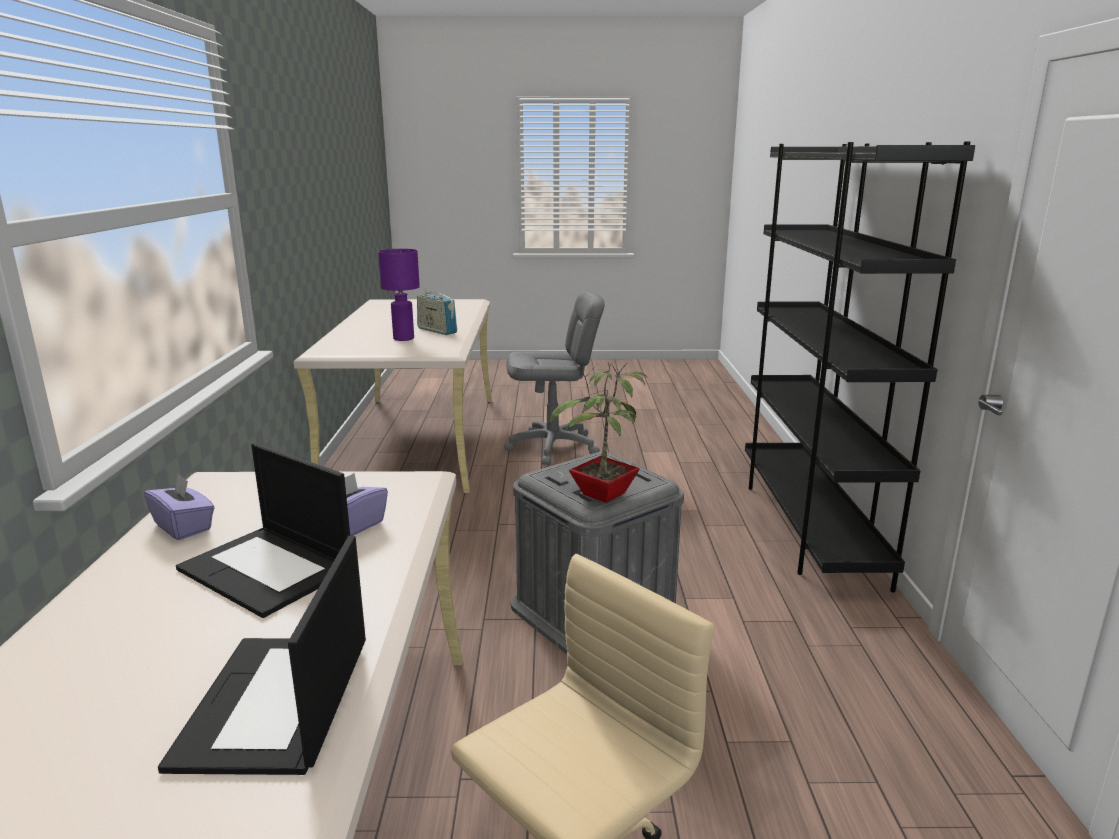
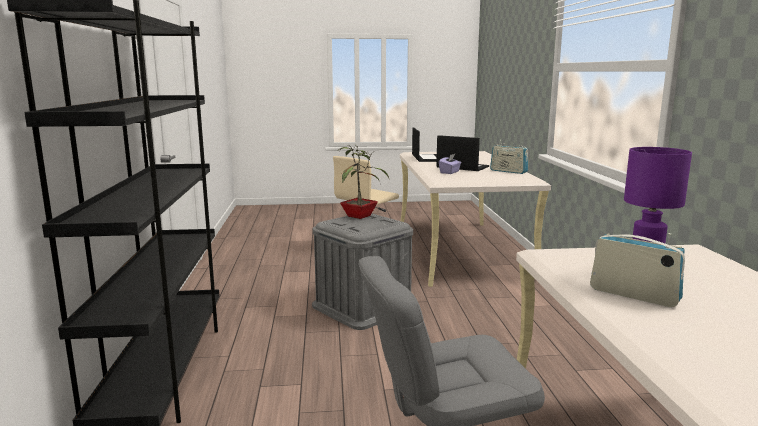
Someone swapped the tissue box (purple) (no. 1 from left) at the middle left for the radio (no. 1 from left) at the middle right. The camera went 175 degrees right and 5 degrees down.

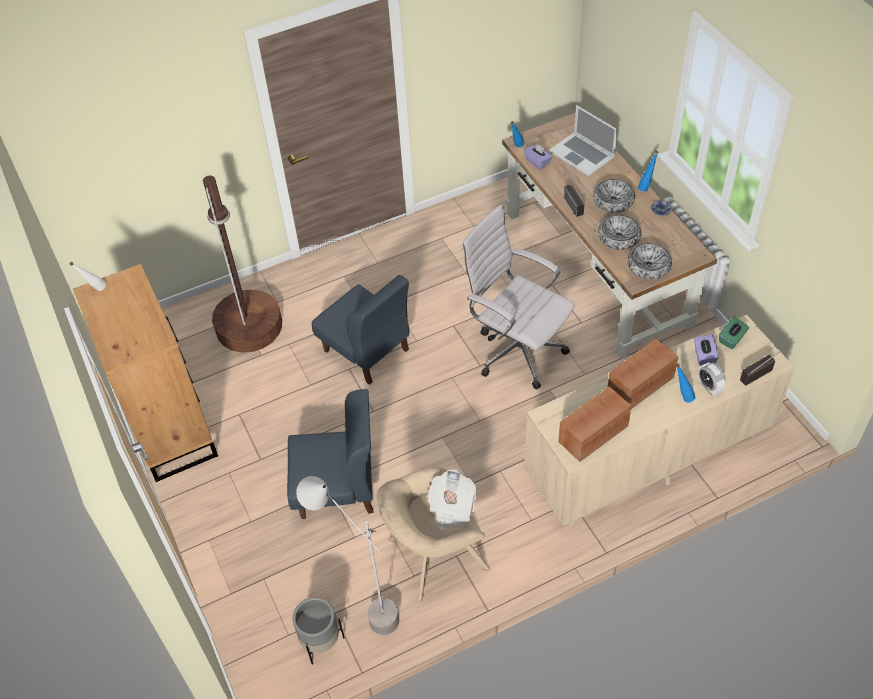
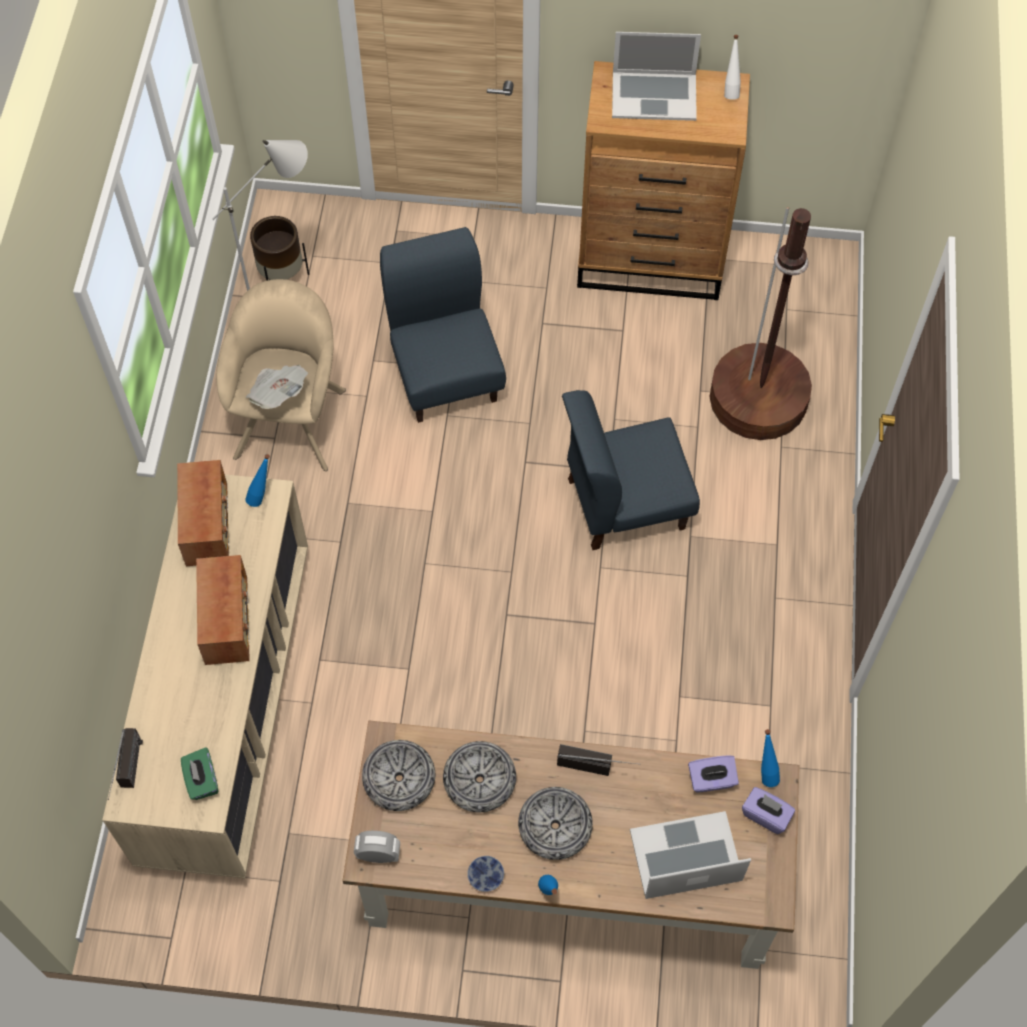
Someone rotated the chair (blue) (no. 1 from left) at the centre by 135 degrees clockwise. Someone repainted the planter (grey) at the bottom centre, which became the planter (brown) at the top left. Someone took away the office chair (white) at the centre. Someone carried the bottle (blue) (no. 3 from left in the first image) from the middle right to the middle left. Someone carried the tissue box (purple) (no. 2 from left) from the middle right to the bottom right. Someone carried the alarm clock from the middle right to the bottom centre. Someone put down the laptop (no. 1 from left) at the top centre. The camera went 120 degrees right and 10 degrees up.

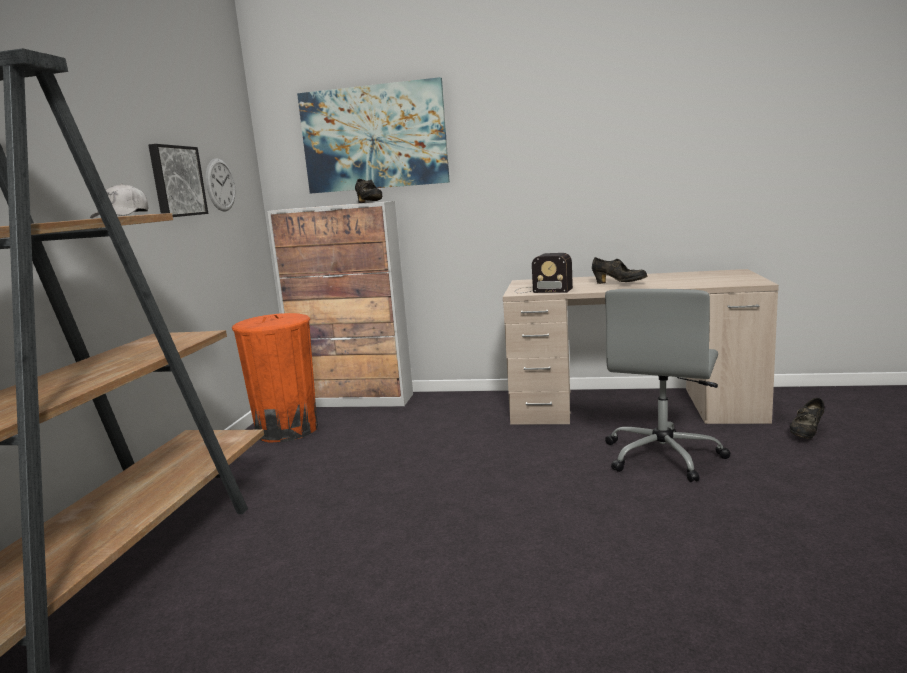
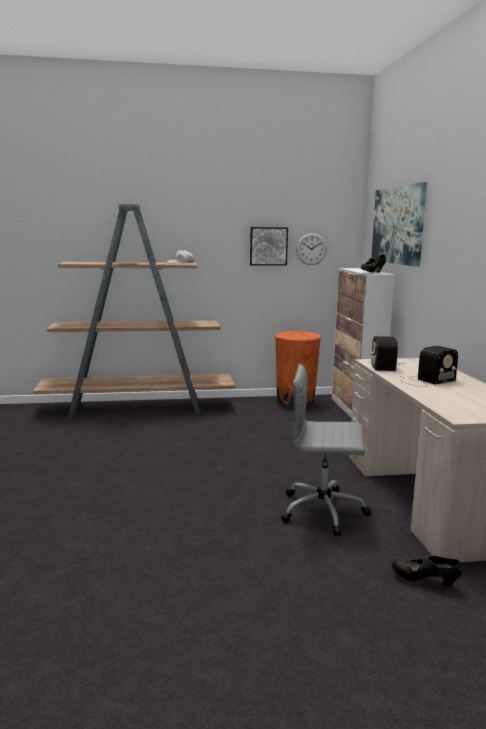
Someone swapped the shoe (black) (no. 2 from left) at the middle right for the radio (no. 2 from left) at the middle right. The camera went 70 degrees right and 0 degrees up.

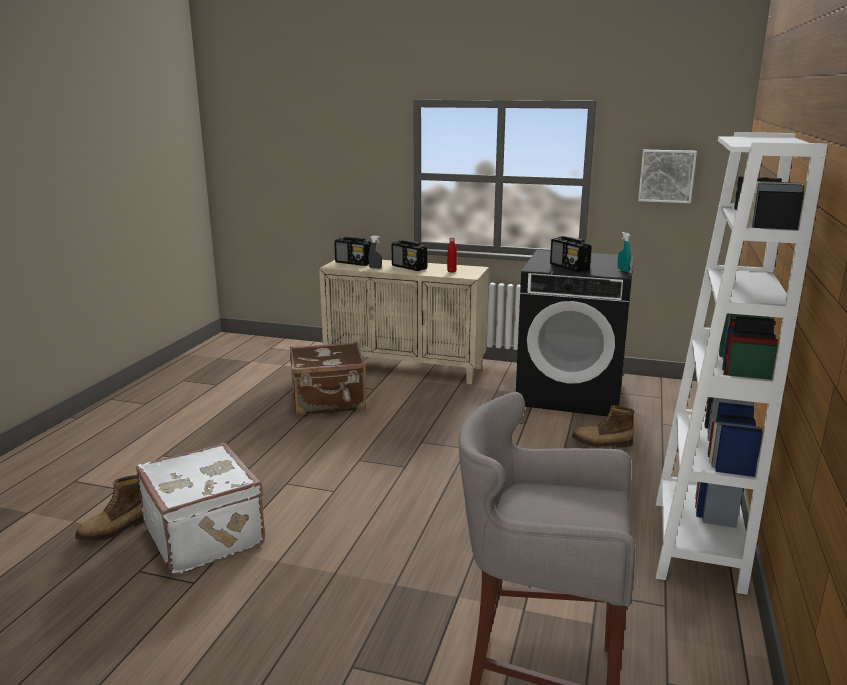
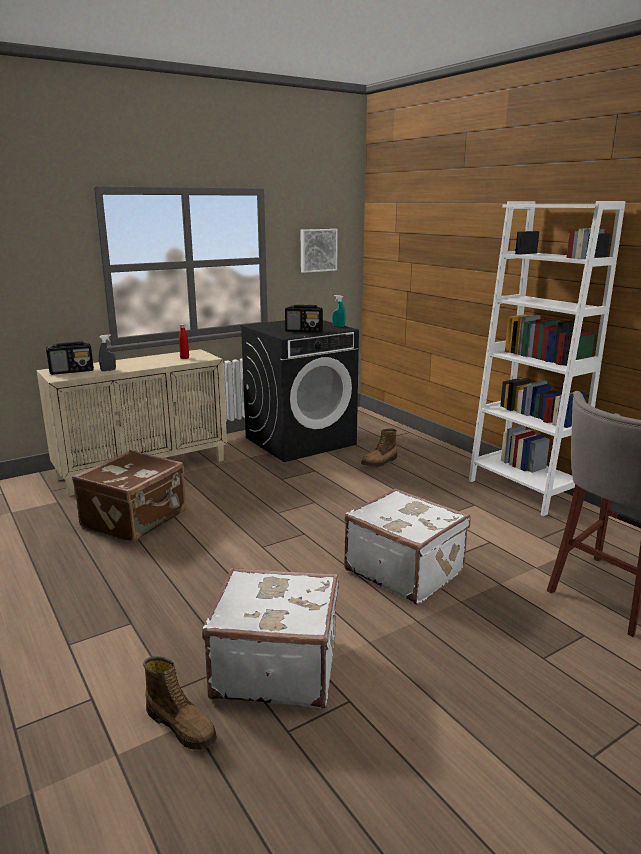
Someone rotated the boot (no. 1 from left) at the bottom left by 45 degrees counterclockwise. Someone took away the radio (no. 2 from left) at the centre. Someone put down the suitcase (white) (no. 2 from left) at the centre. The camera went 50 degrees left and 0 degrees up.

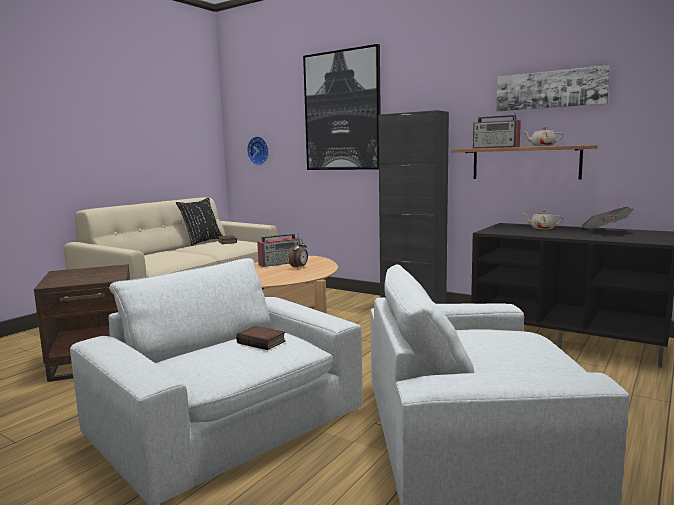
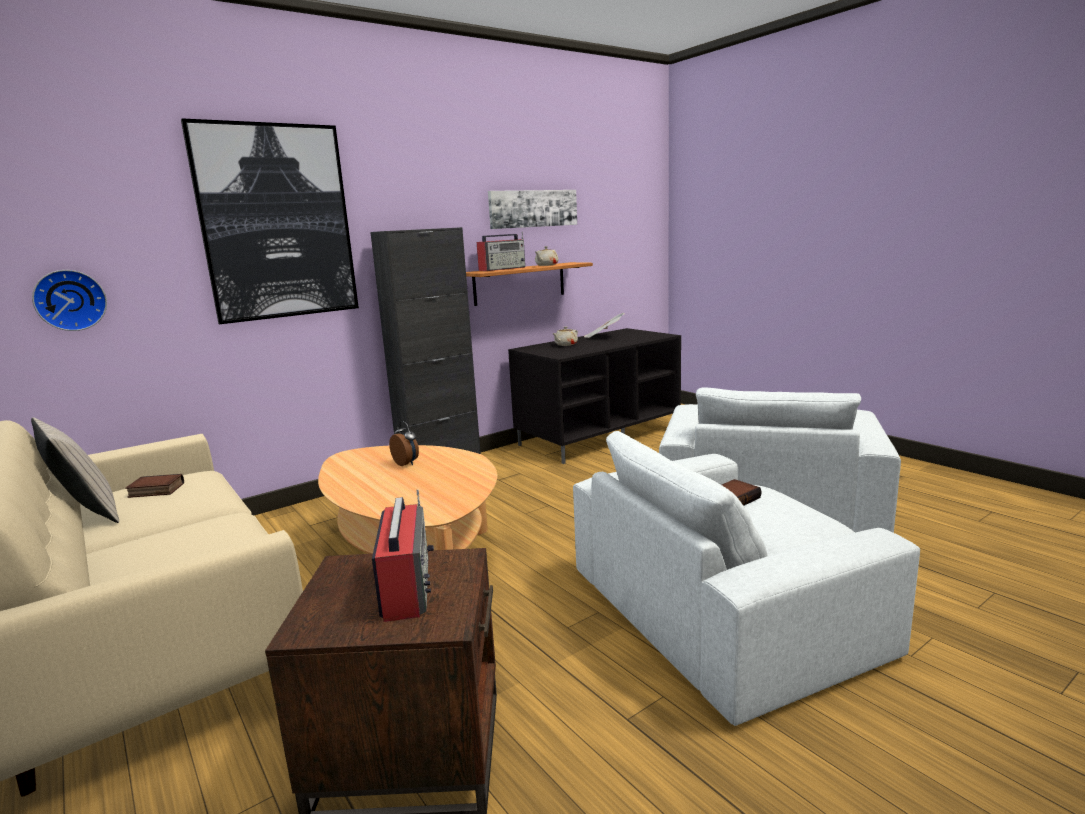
Someone repainted the pillow (black) at the middle left, which became the pillow (beige) at the middle left. Someone carried the radio (no. 1 from left) from the centre to the bottom centre. The camera went 70 degrees left and 5 degrees up.

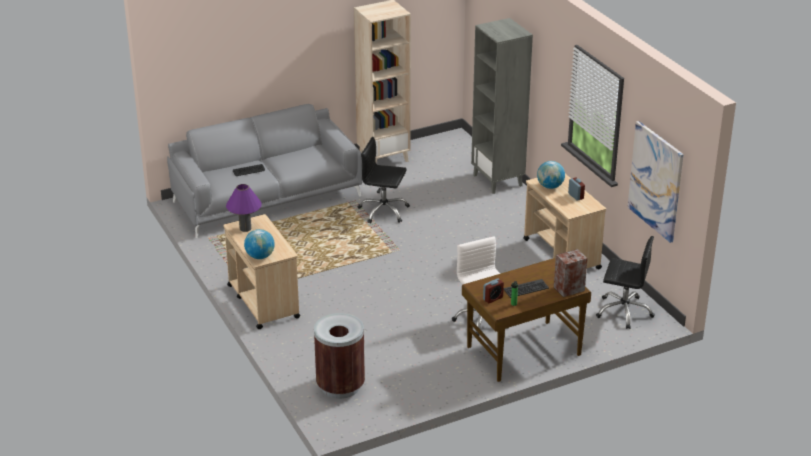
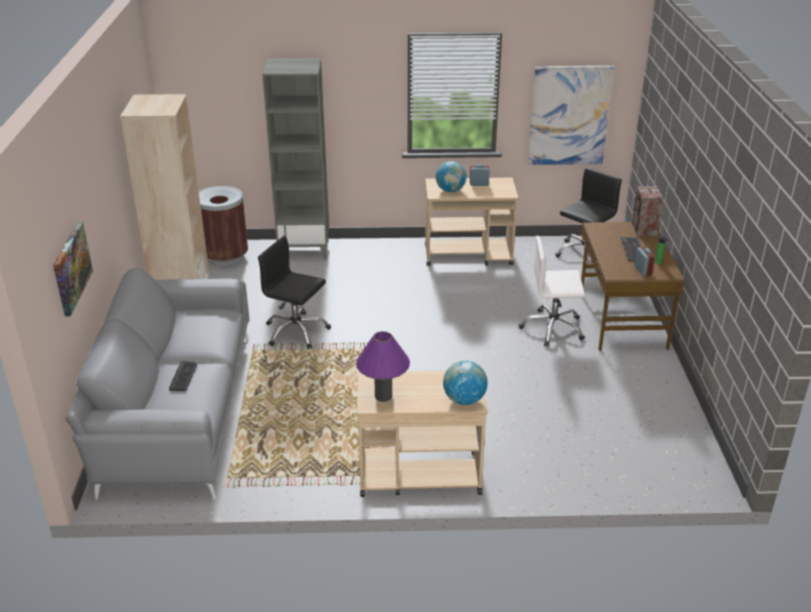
Someone carried the trash can (brown) from the bottom centre to the middle left. Someone rotated the office chair (black) (no. 1 from left) at the centre by 75 degrees clockwise. Someone put up the picture (no. 1 from left) at the middle left. The camera went 65 degrees left and 0 degrees up.

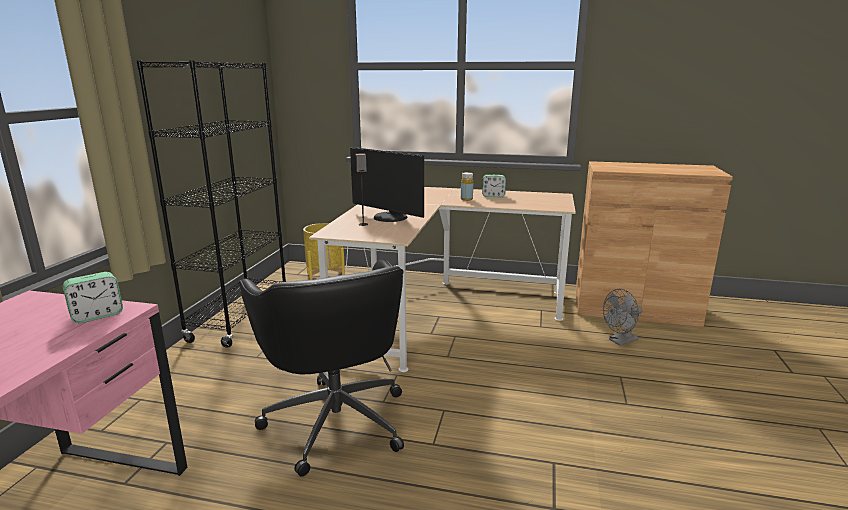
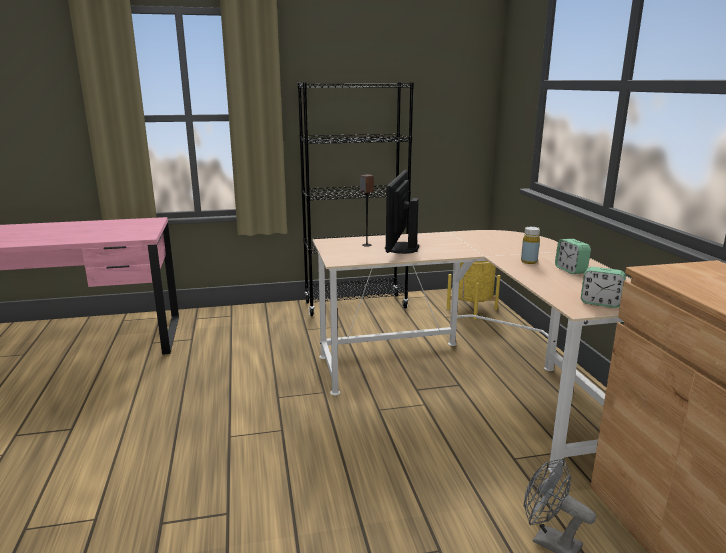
Someone carried the alarm clock (no. 1 from left in the first image) from the middle left to the middle right. Someone took away the office chair (black) at the bottom centre. The camera went 65 degrees right and 0 degrees up.

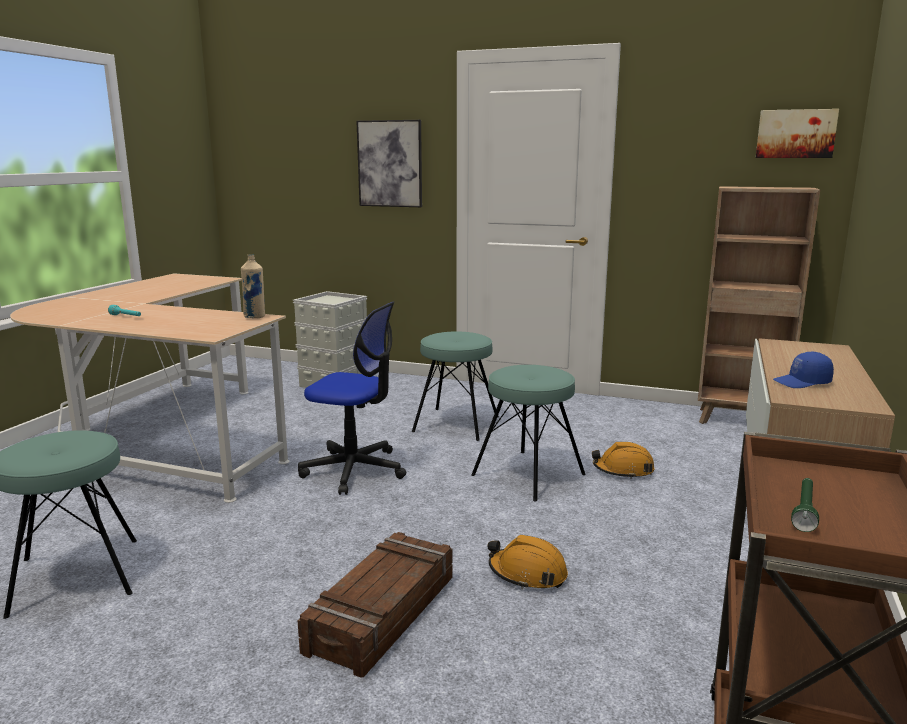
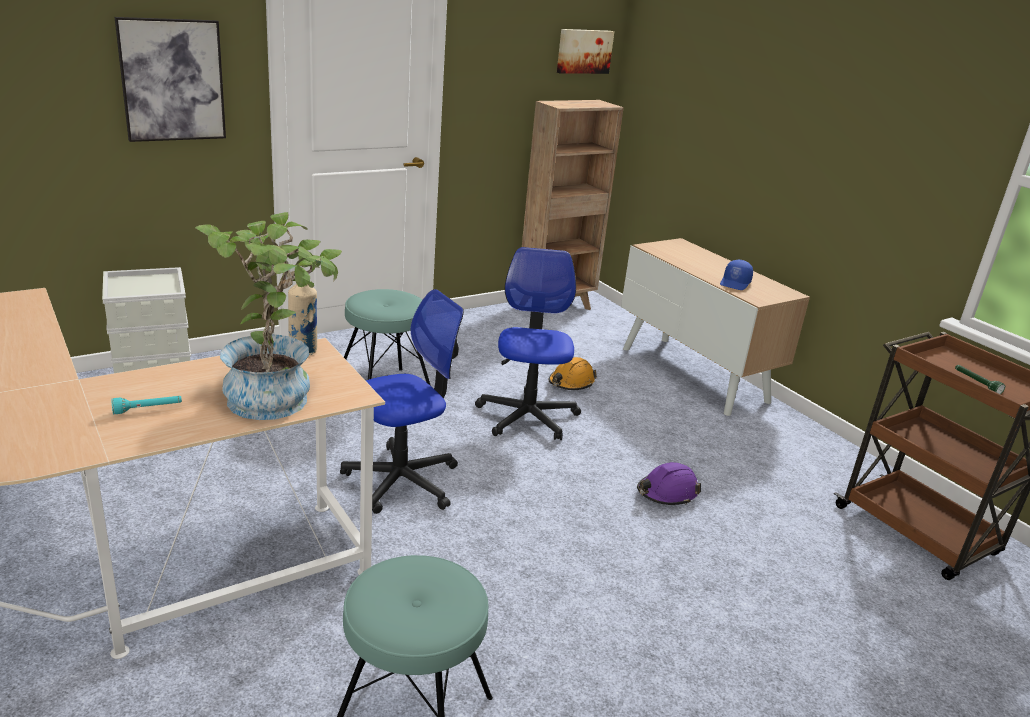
Someone took away the crate at the bottom centre. Someone swapped the stool (turquoise) (no. 3 from left) at the centre for the office chair (no. 2 from left) at the centre. Someone repainted the hard hat (orange) (no. 1 from left) at the bottom centre, which became the hard hat (purple) at the bottom centre. Someone put down the potted plant at the middle left. The camera went 55 degrees left and 10 degrees up.

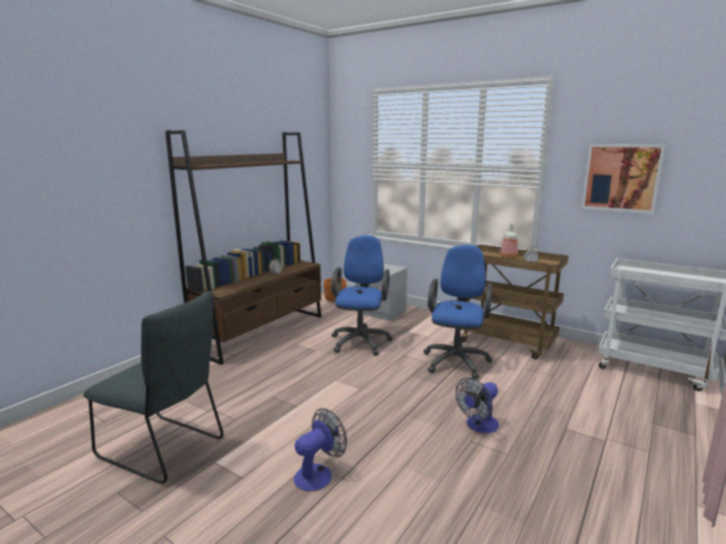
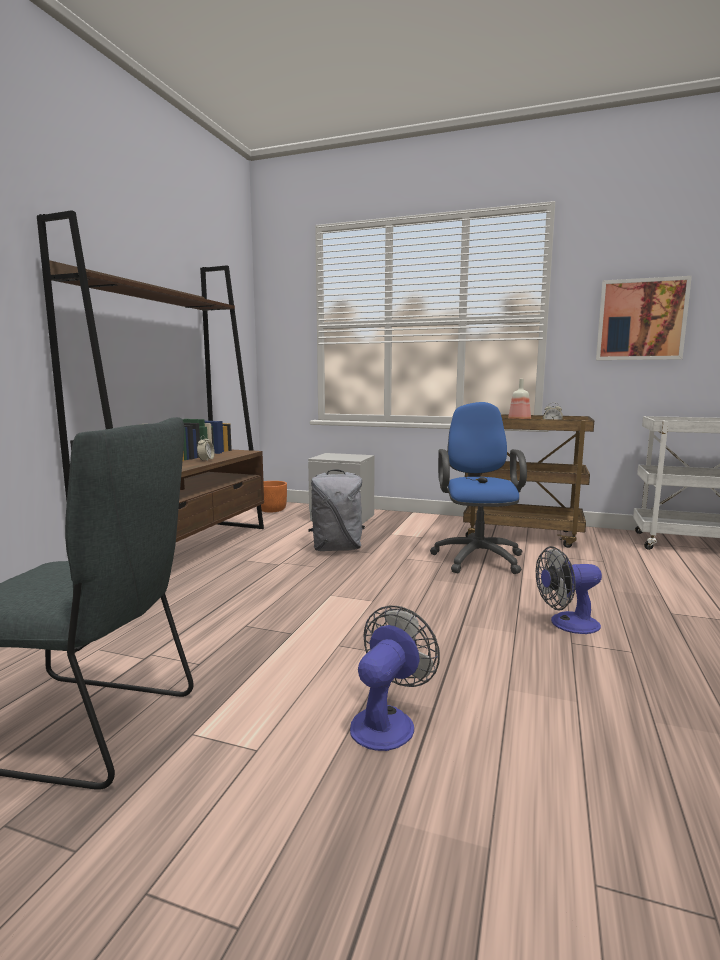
Someone swapped the office chair (blue) (no. 1 from left) at the centre for the backpack (grey) at the centre. Someone rotated the fan (no. 2 from left) at the bottom centre by 45 degrees clockwise. The camera went 15 degrees left and 5 degrees down.

